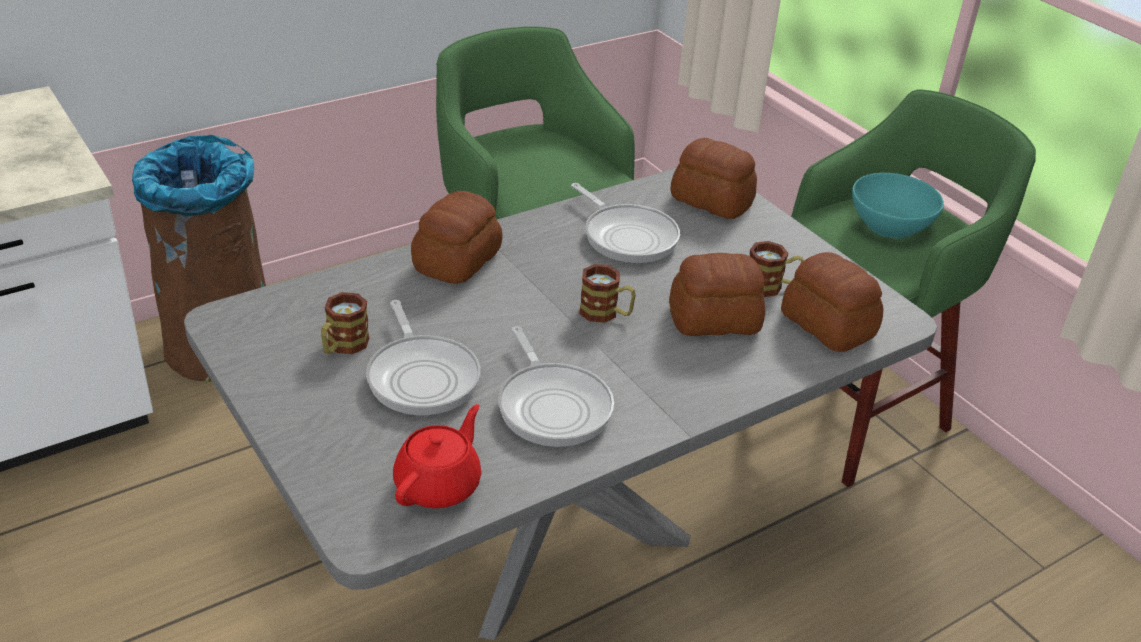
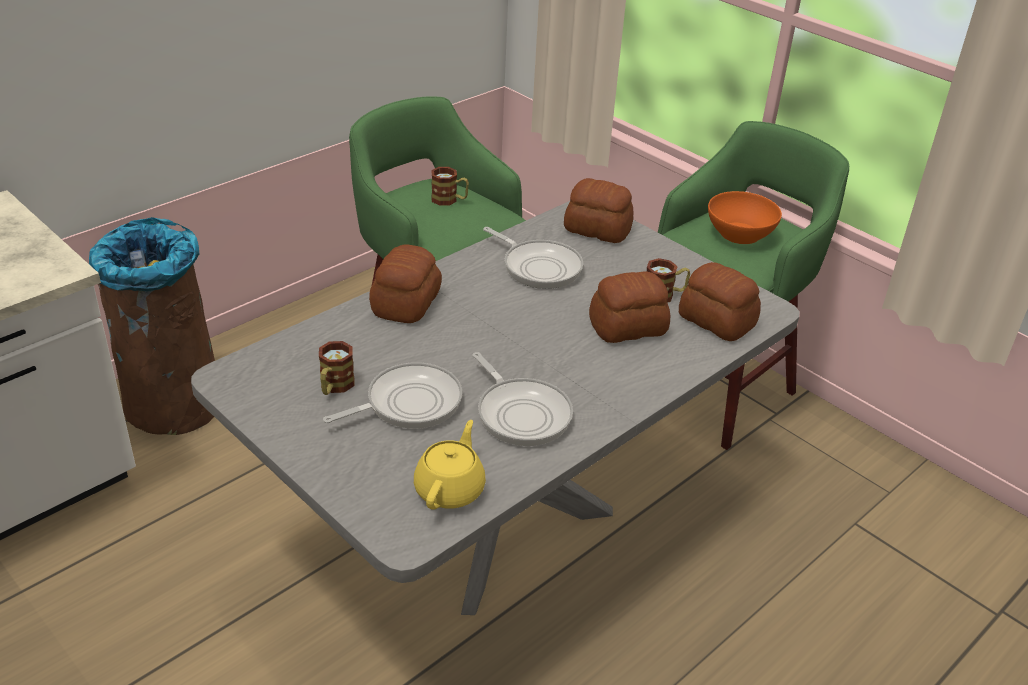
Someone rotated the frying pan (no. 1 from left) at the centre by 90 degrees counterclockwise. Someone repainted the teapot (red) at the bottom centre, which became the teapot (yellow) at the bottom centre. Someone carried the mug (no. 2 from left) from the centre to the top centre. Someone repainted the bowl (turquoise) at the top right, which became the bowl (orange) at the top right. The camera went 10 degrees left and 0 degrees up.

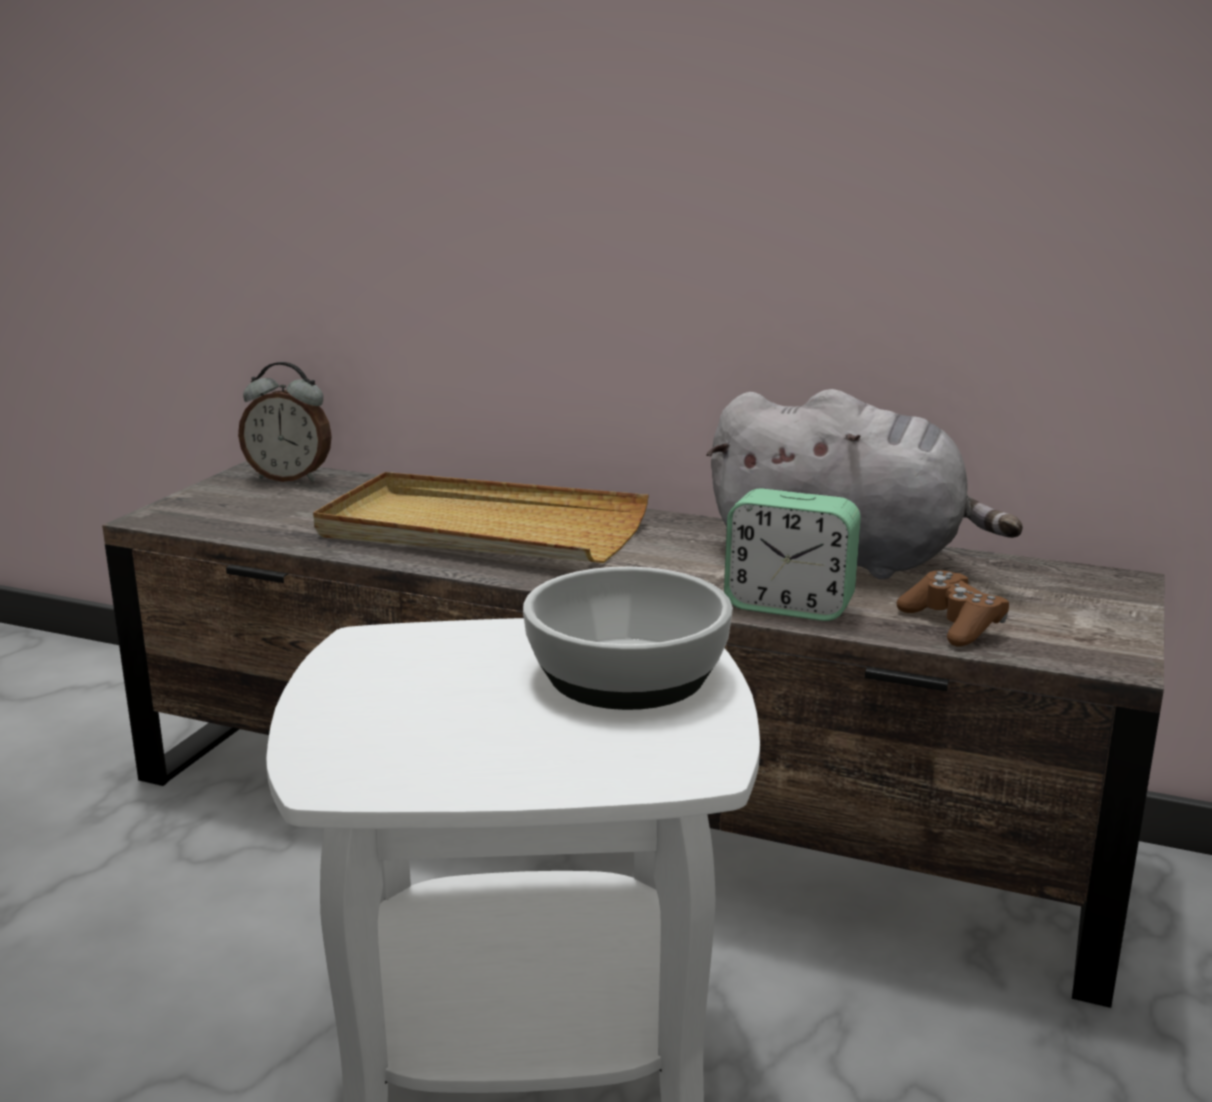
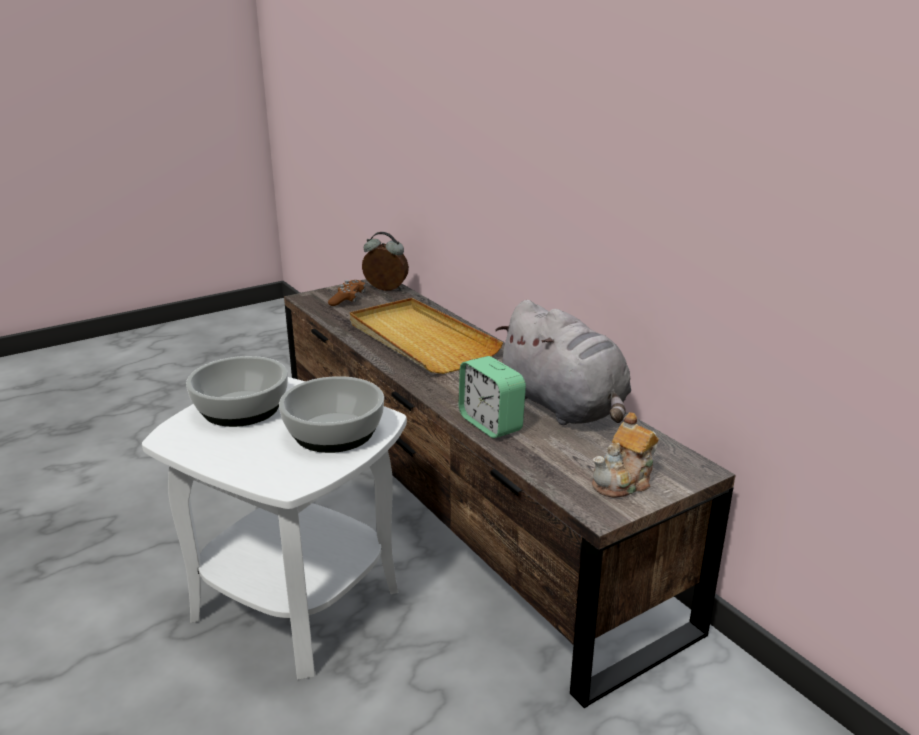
Someone rotated the alarm clock (no. 1 from left) at the middle left by 150 degrees clockwise. Someone carried the game controller (brown) from the middle right to the centre. Someone put down the bowl (no. 1 from left) at the middle left. Someone put down the teapot at the middle right. The camera went 35 degrees right and 5 degrees up.

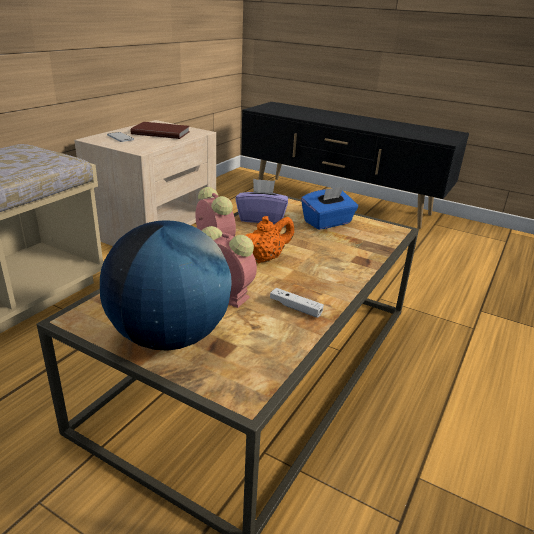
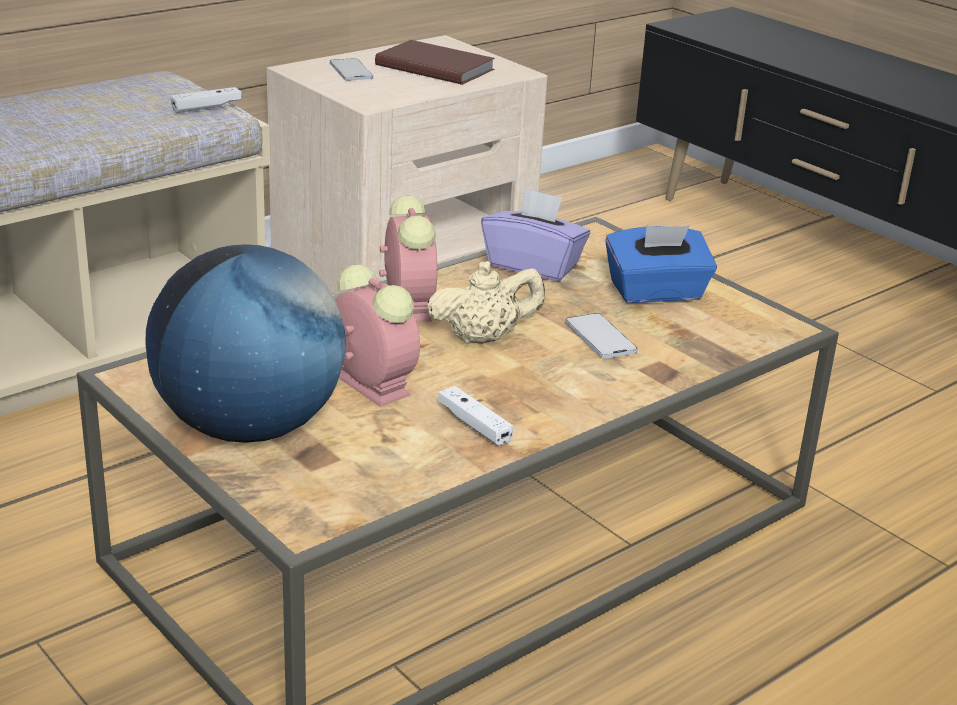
Someone repainted the teapot (orange) at the centre, which became the teapot (beige) at the centre. Someone put down the game controller (white) (no. 1 from left) at the top left. Someone put down the phone (no. 2 from left) at the centre. The camera went 20 degrees right and 0 degrees up.

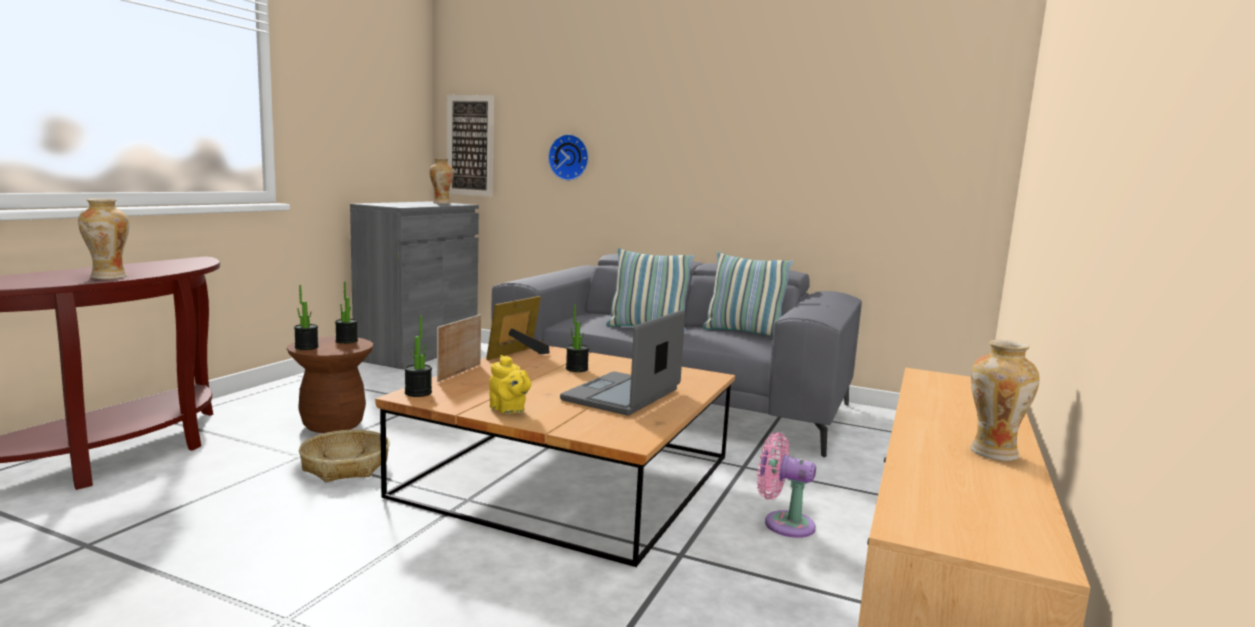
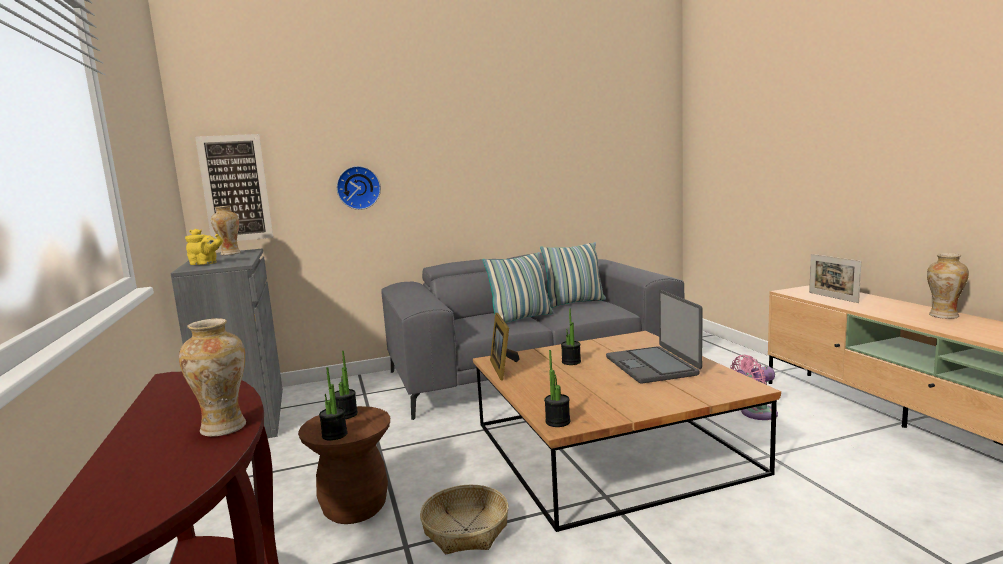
Someone carried the picture frame (no. 1 from left in the first image) from the centre to the middle right. Someone carried the teapot (yellow) from the centre to the middle left. The camera went 40 degrees left and 0 degrees up.

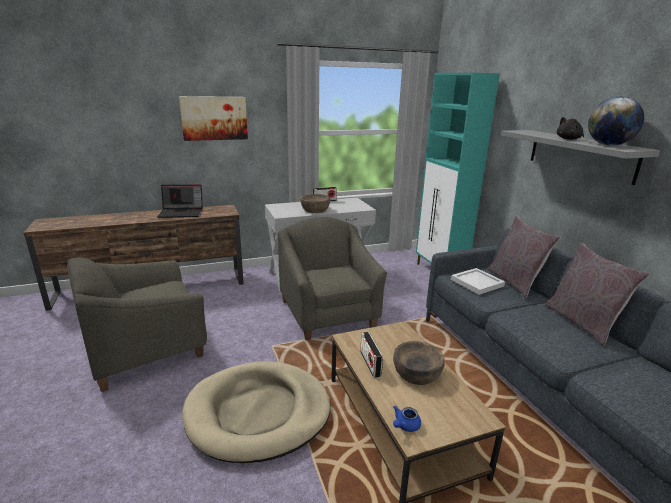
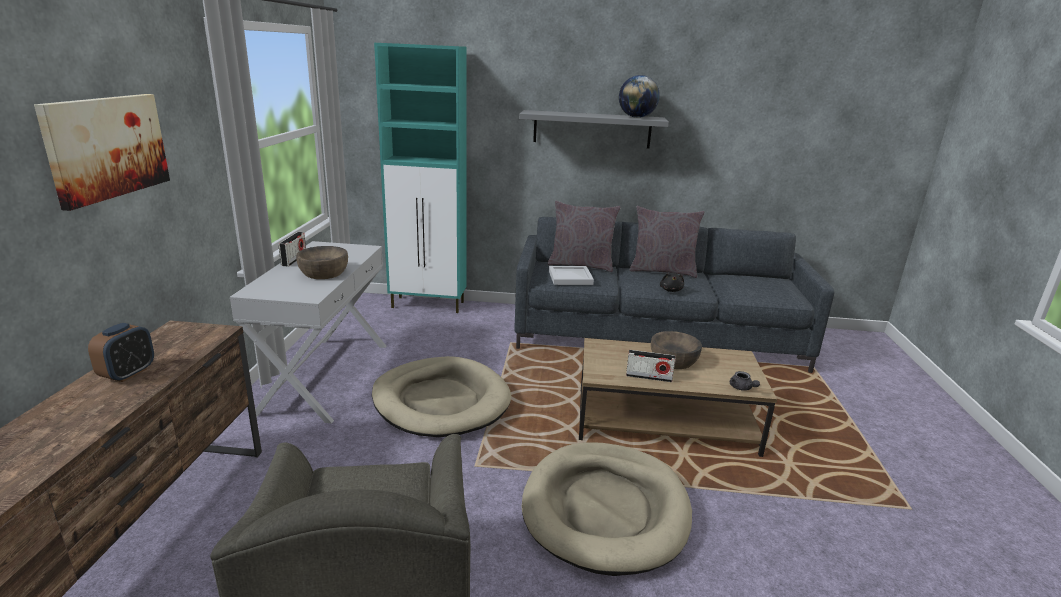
Someone swapped the laptop at the middle left for the alarm clock at the middle left. Someone swapped the armchair (grey) (no. 2 from left) at the centre for the dog bed (beige) (no. 1 from left) at the centre. Someone repainted the teapot (blue) at the bottom centre, which became the teapot (grey) at the middle right. Someone carried the plush toy (black) from the top right to the centre. The camera went 65 degrees left and 0 degrees up.

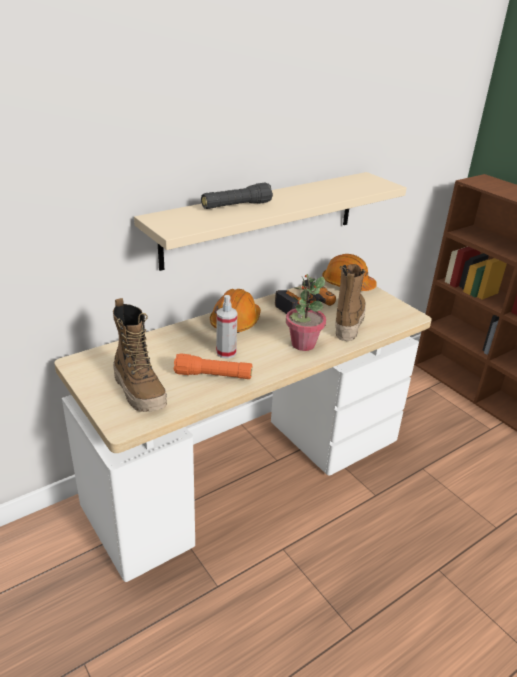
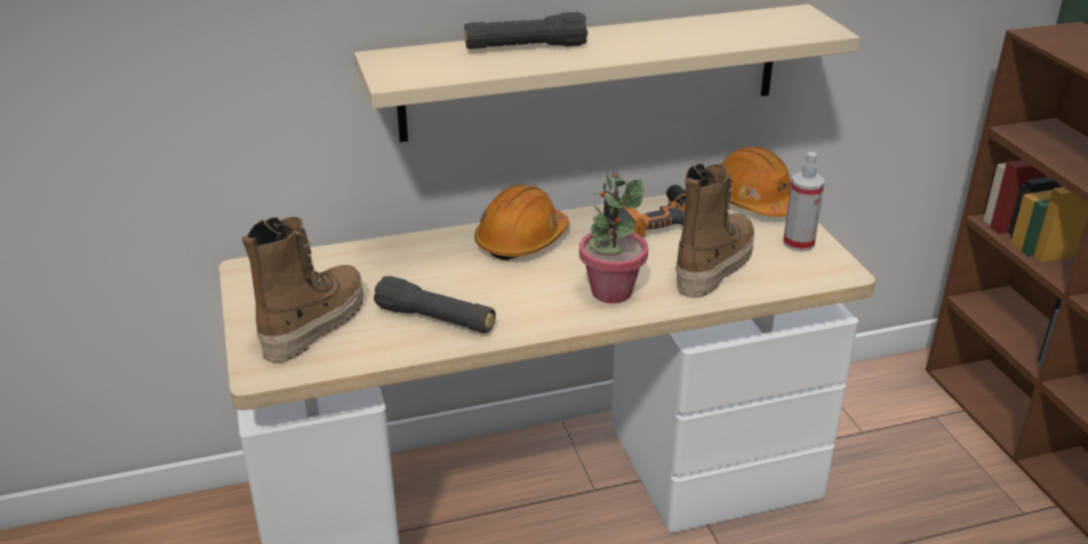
Someone rotated the boot (no. 1 from left) at the middle left by 135 degrees counterclockwise. Someone repainted the flashlight (orange) at the centre, which became the flashlight (black) (no. 1 from left) at the centre. Someone carried the spray bottle from the centre to the middle right. The camera went 20 degrees right and 0 degrees up.

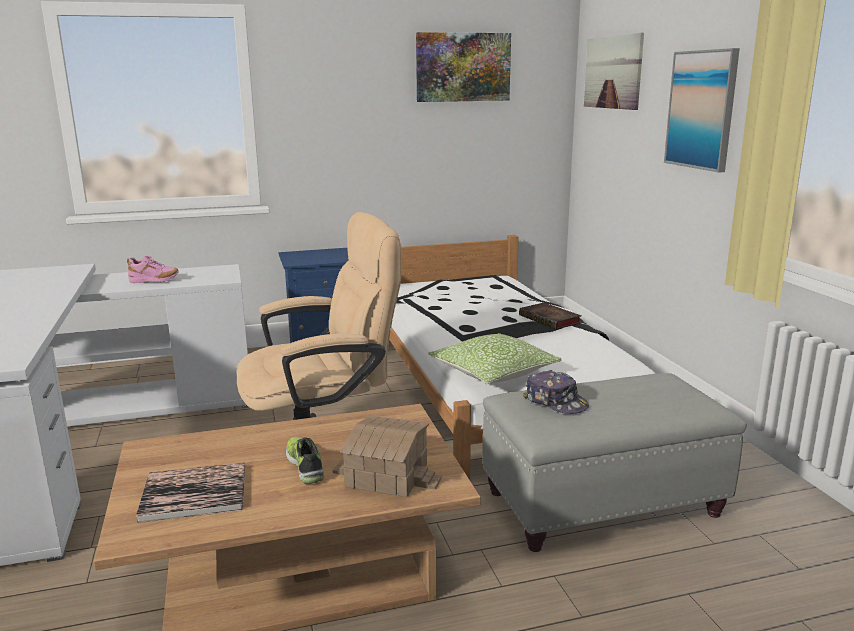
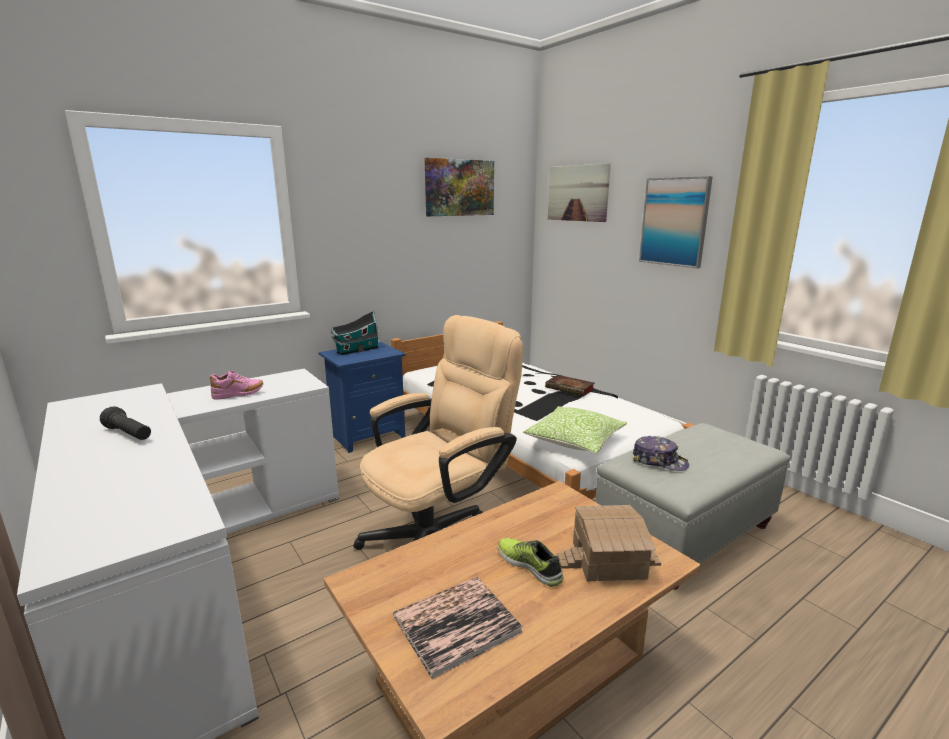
Someone put down the flashlight (black) at the middle left. Someone put down the toy house (no. 1 from left) at the centre. The camera went 20 degrees left and 0 degrees up.

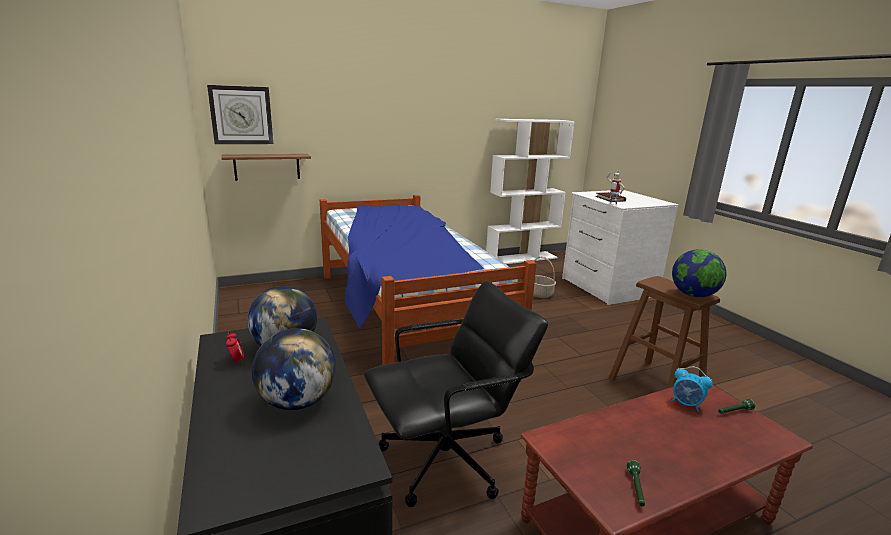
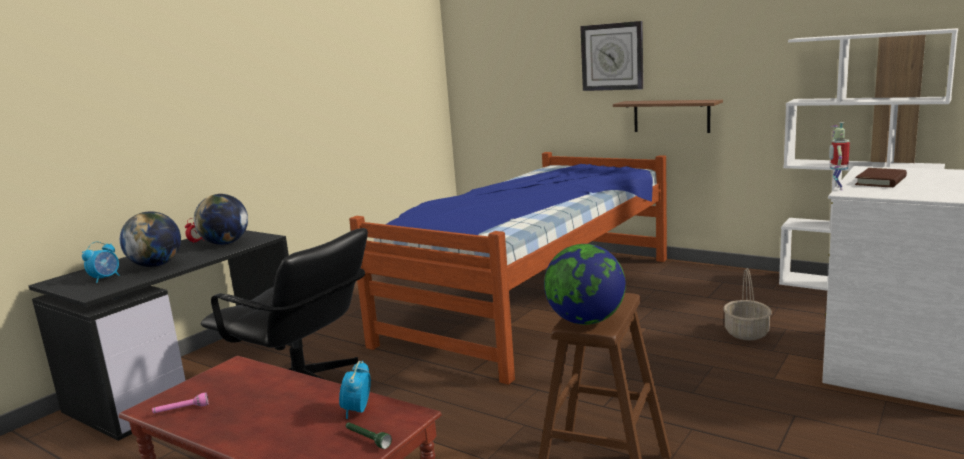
Someone carried the wall clock from the top left to the top centre. Someone carried the shelf from the top left to the top right. Someone repainted the flashlight (green) (no. 1 from left) at the bottom right, which became the flashlight (pink) at the bottom left. Someone put down the alarm clock (no. 1 from left) at the middle left. The camera went 60 degrees right and 5 degrees down.

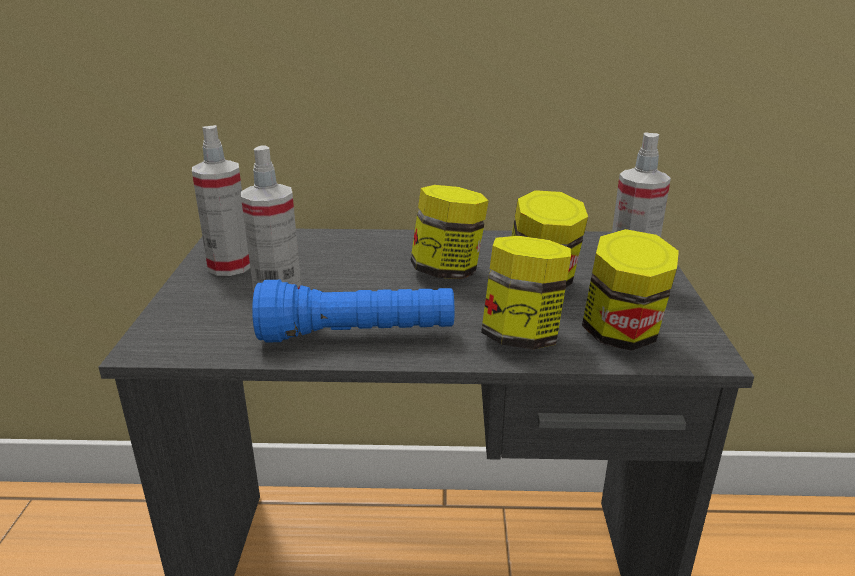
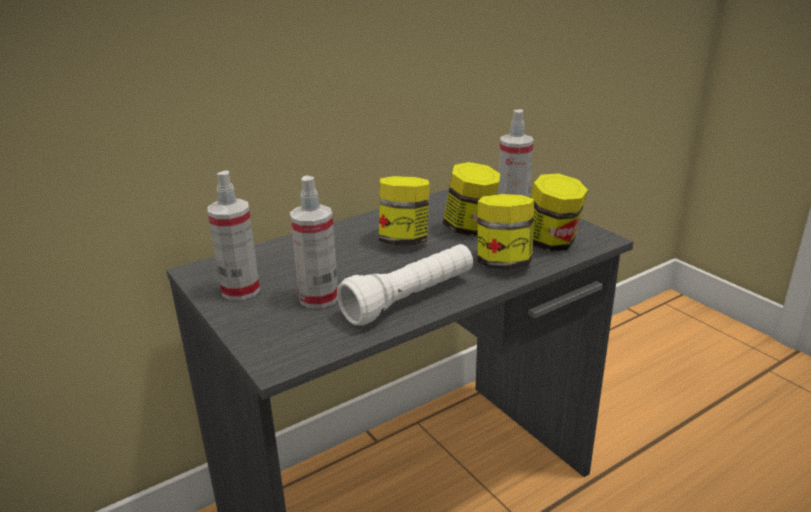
Someone repainted the flashlight (blue) at the centre, which became the flashlight (white) at the centre. The camera went 35 degrees left and 0 degrees up.

